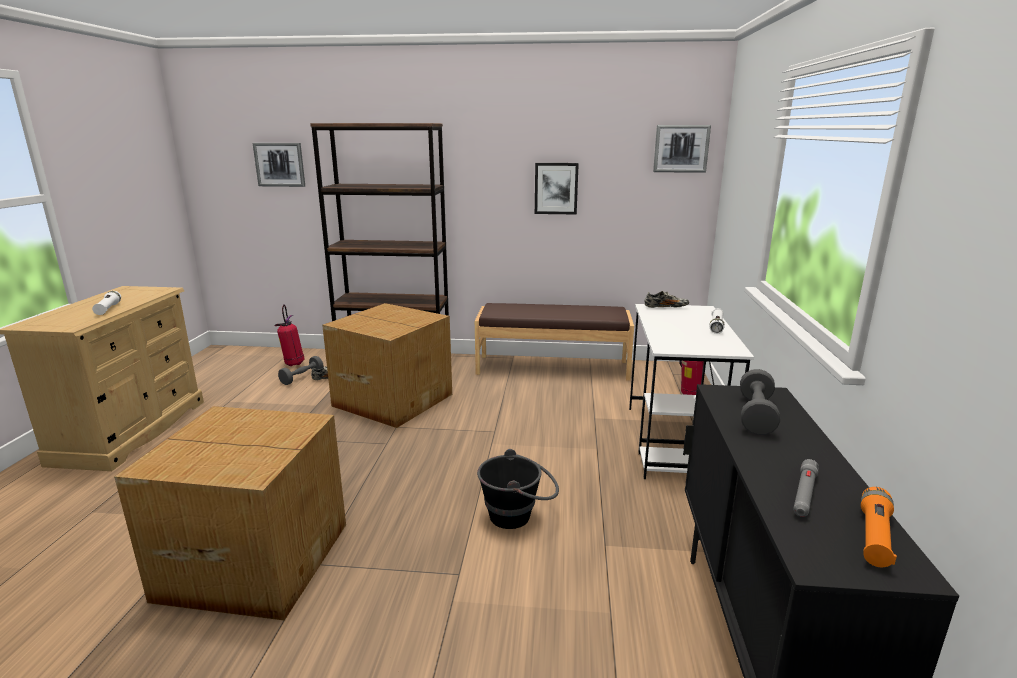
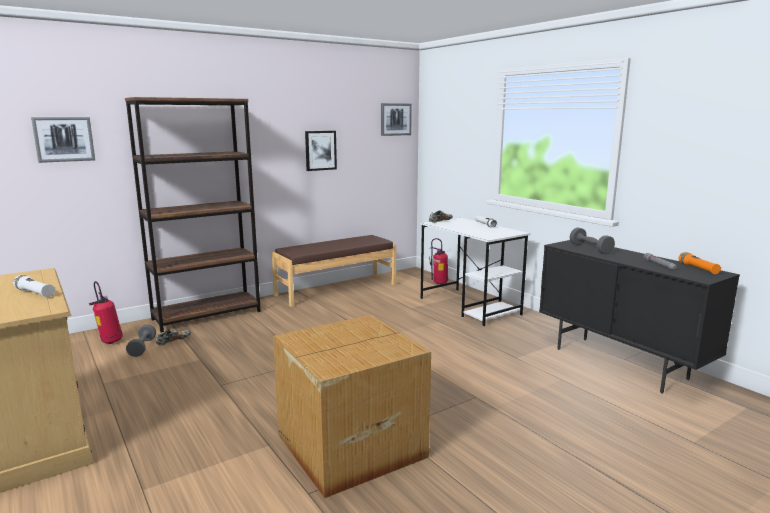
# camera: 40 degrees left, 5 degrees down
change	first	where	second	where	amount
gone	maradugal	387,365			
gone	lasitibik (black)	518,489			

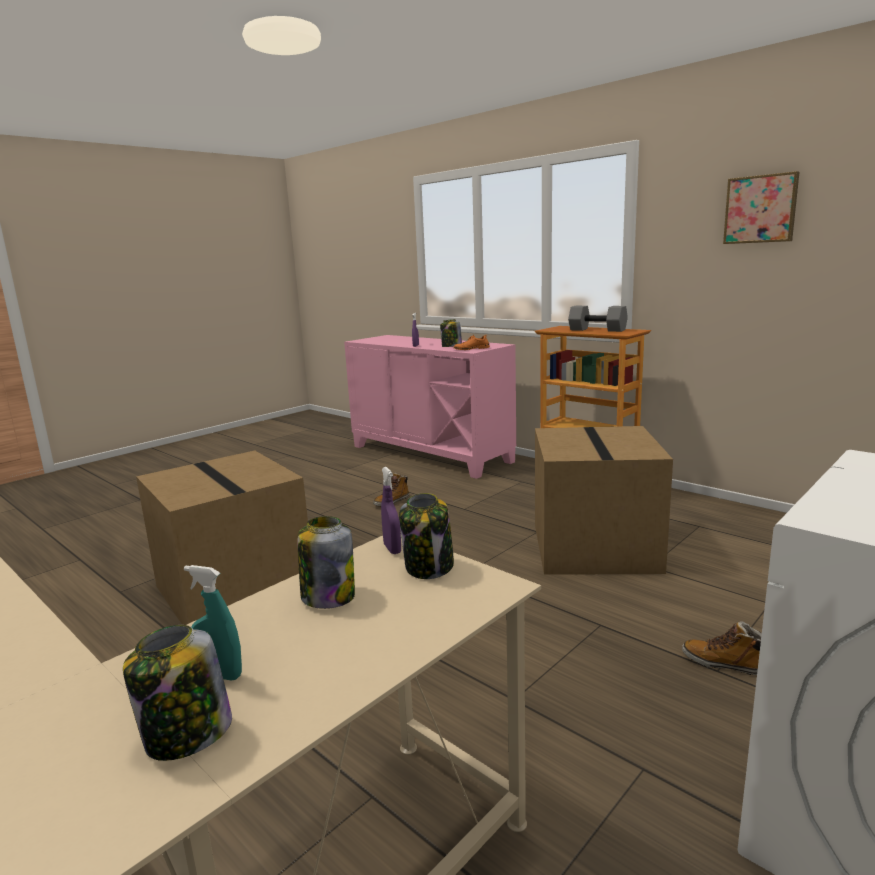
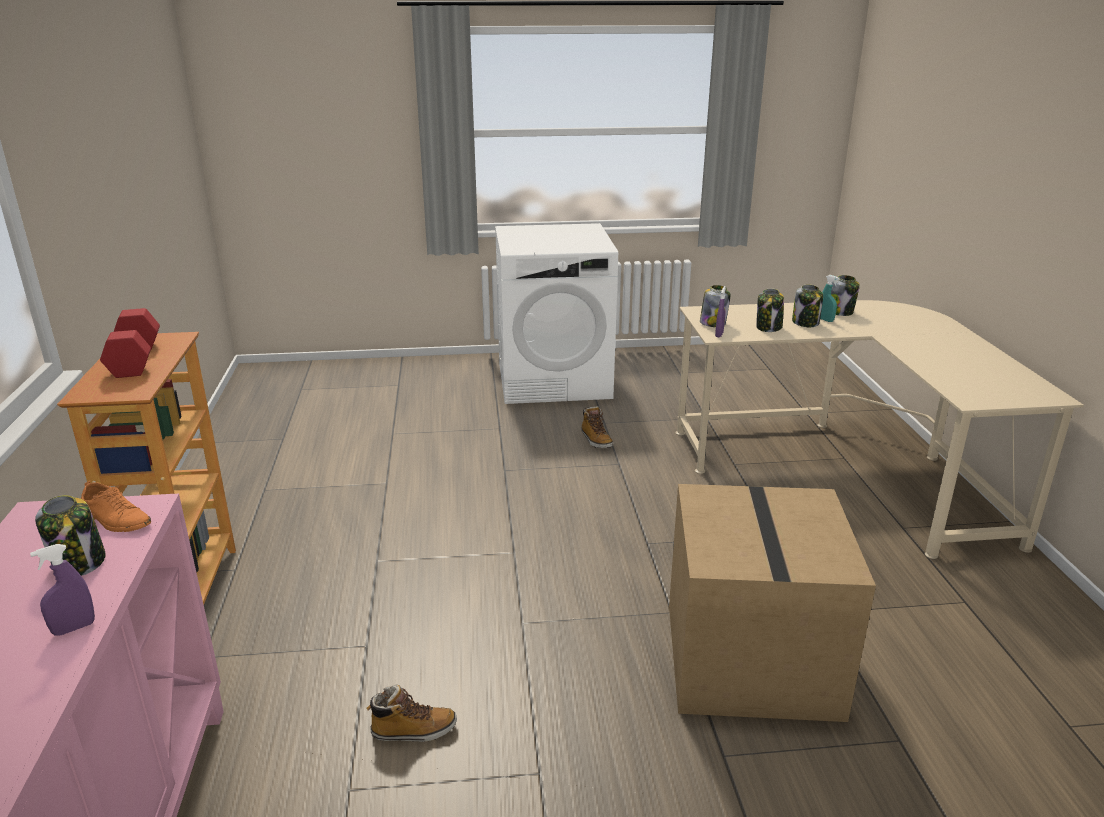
# camera: 140 degrees left, 10 degrees up
change	first	where	second	where	amount
gone	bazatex	761,207			
repainted	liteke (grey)	598,319	liteke (red)	130,343	
gone	maradugal	604,500			
shifted	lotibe	722,648		597,427	
new			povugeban	807,305	

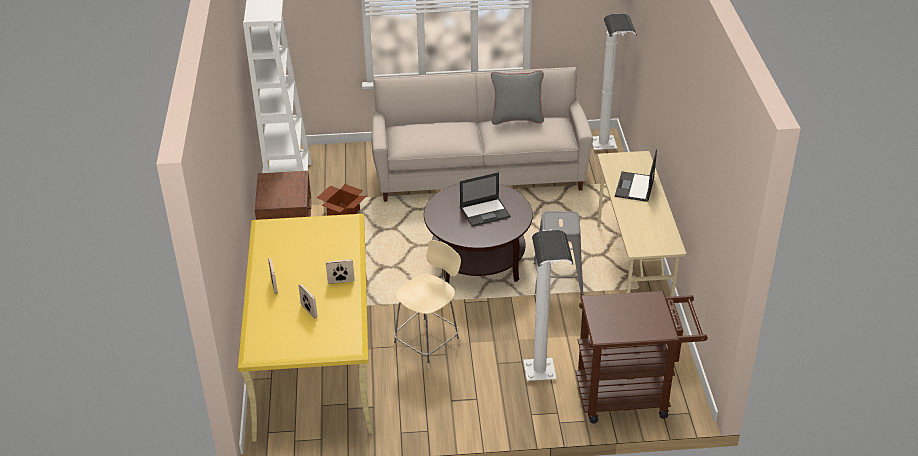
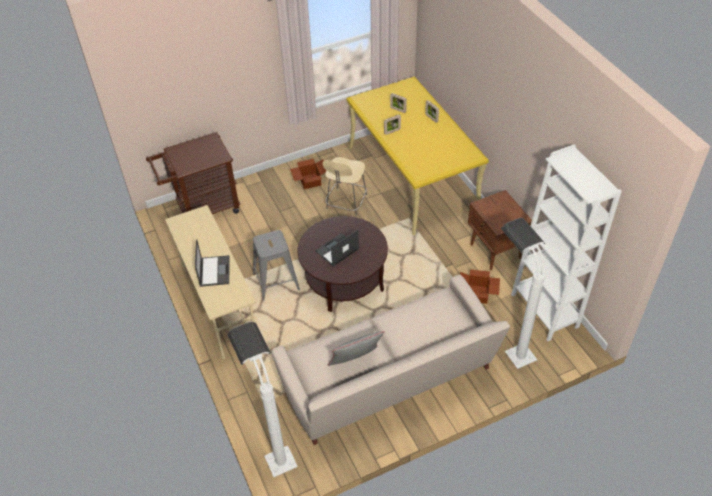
# camera: 160 degrees right, 10 degrees up
change	first	where	second	where	amount
shifted	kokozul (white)	548,305		523,293	
new			maradugal	308,174	

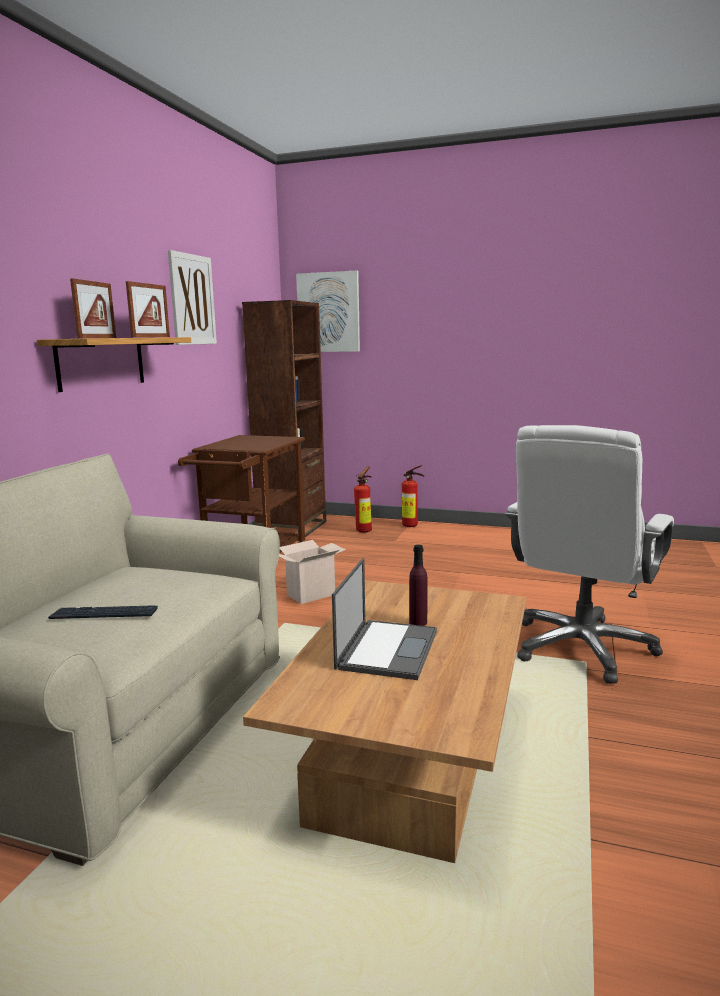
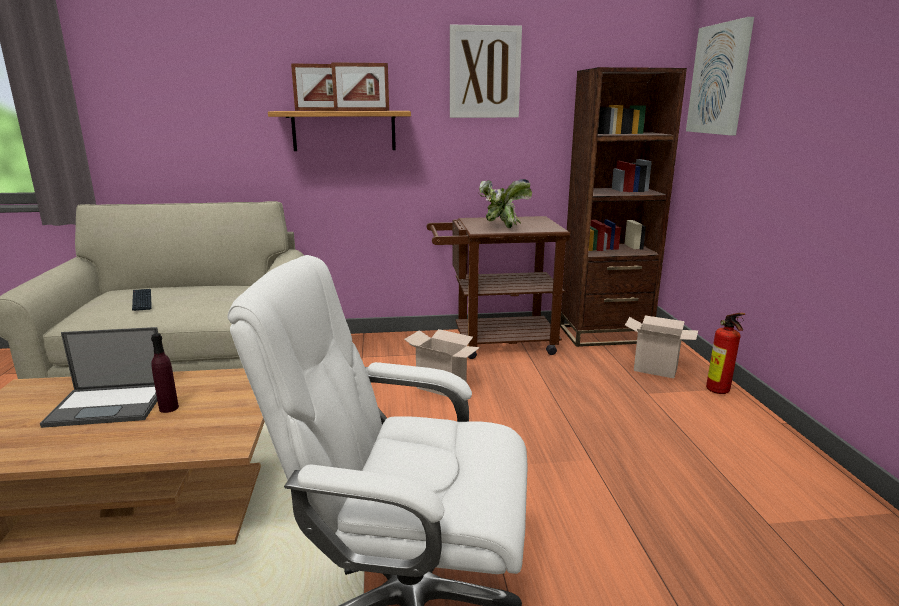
# camera: 65 degrees right, 5 degrees up
change	first	where	second	where	amount
swapped	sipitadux	363,500	maradugal	661,346	
new			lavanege	505,203	

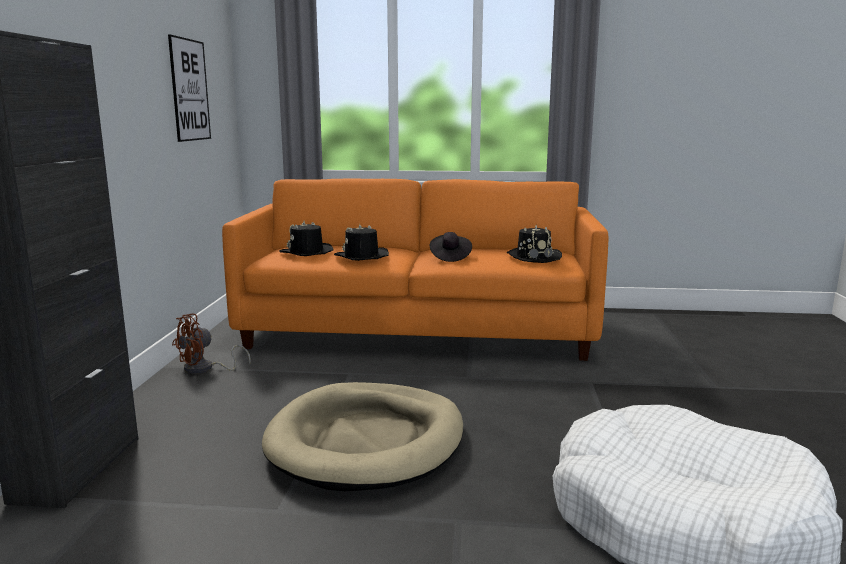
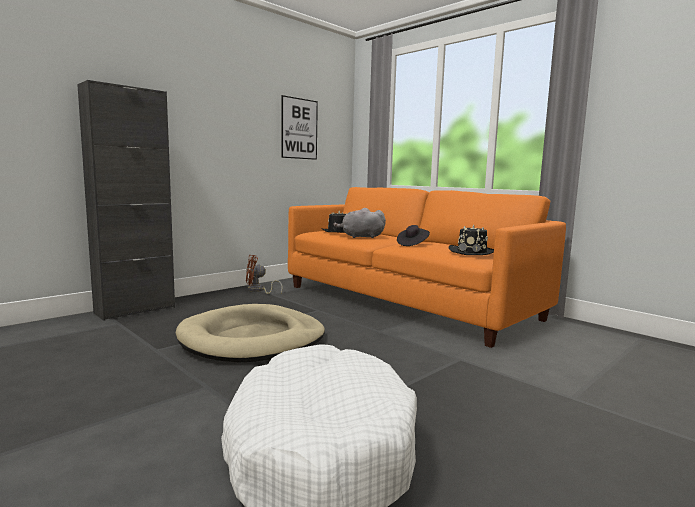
# camera: 40 degrees right, 5 degrees down
change	first	where	second	where	amount
swapped	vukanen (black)	361,242	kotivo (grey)	359,223	

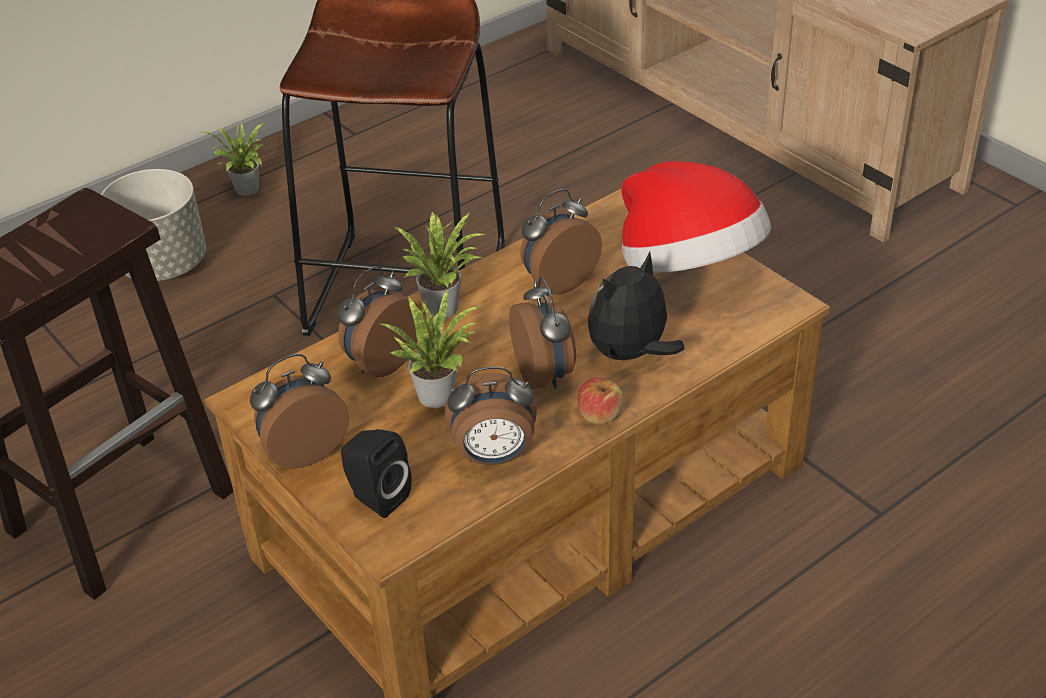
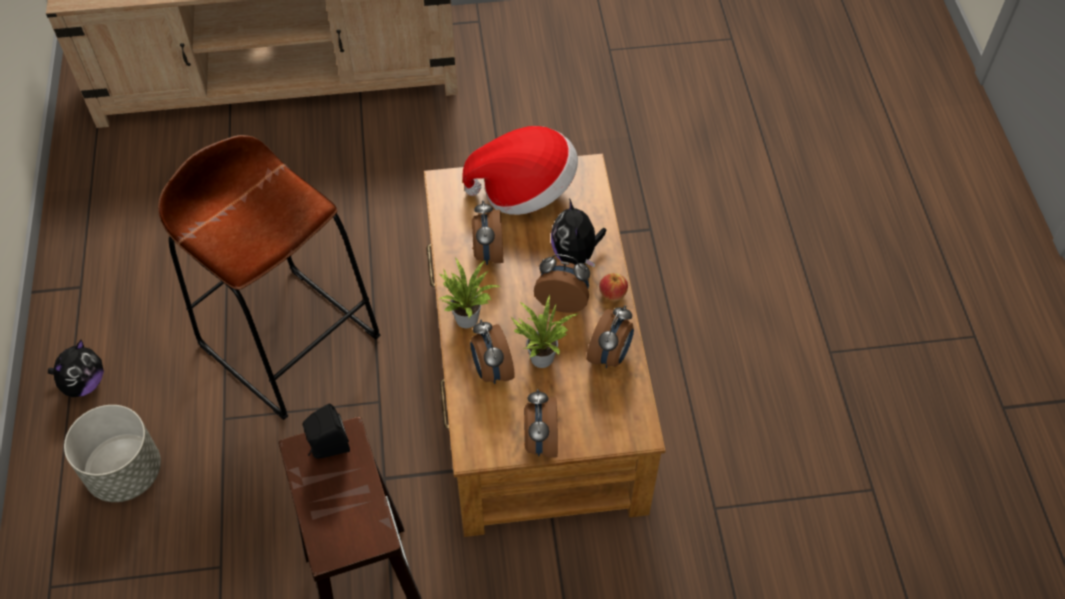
# camera: 60 degrees left, 15 degrees up
change	first	where	second	where	amount
swapped	lavanege	233,159	kotivo	76,368	
shifted	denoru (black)	376,473		326,431	

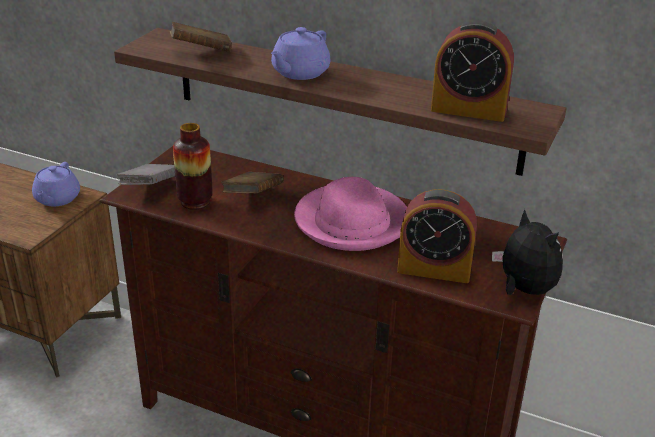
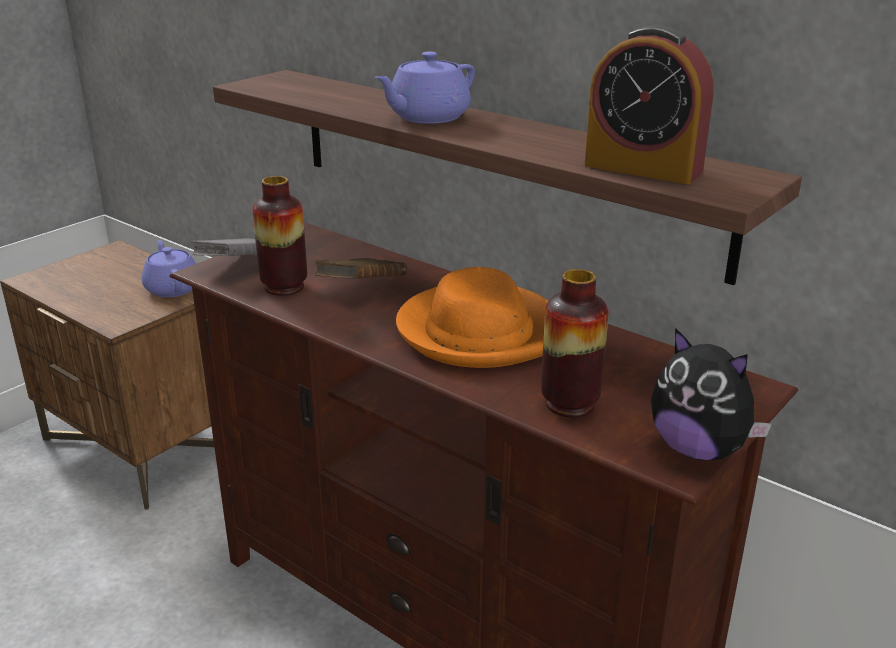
# camera: 15 degrees right, 5 degrees down
change	first	where	second	where	amount
gone	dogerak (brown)	201,37			
rotated	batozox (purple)	56,184		169,268	135 degrees clockwise
repainted	vukanen (pink)	350,214	vukanen (orange)	472,317	
swapped	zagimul	437,236	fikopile	575,343	
rotated	kotivo	527,252		711,394	150 degrees clockwise

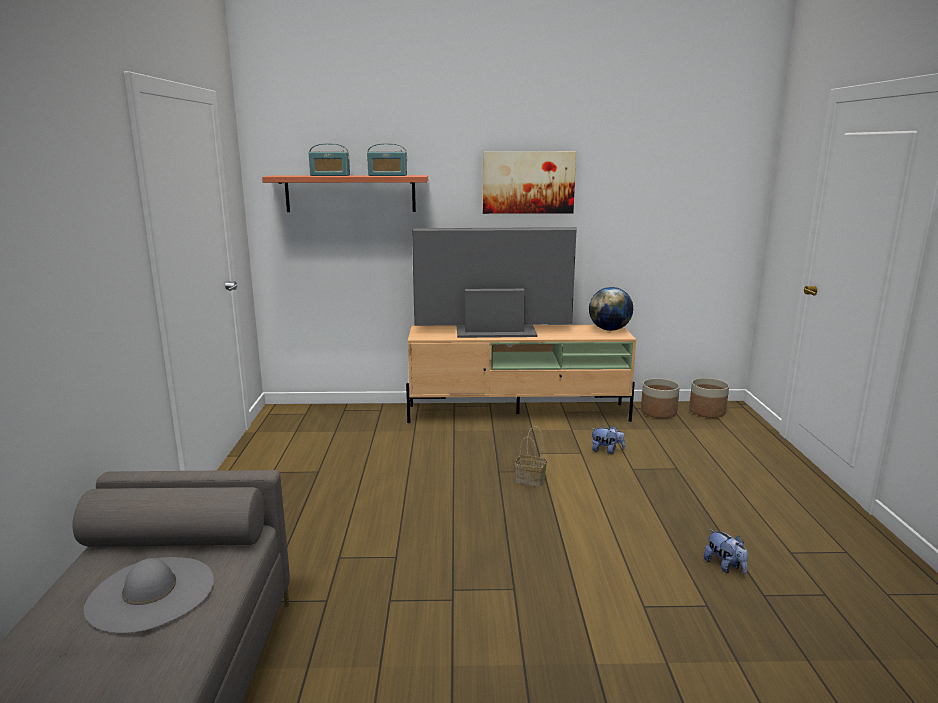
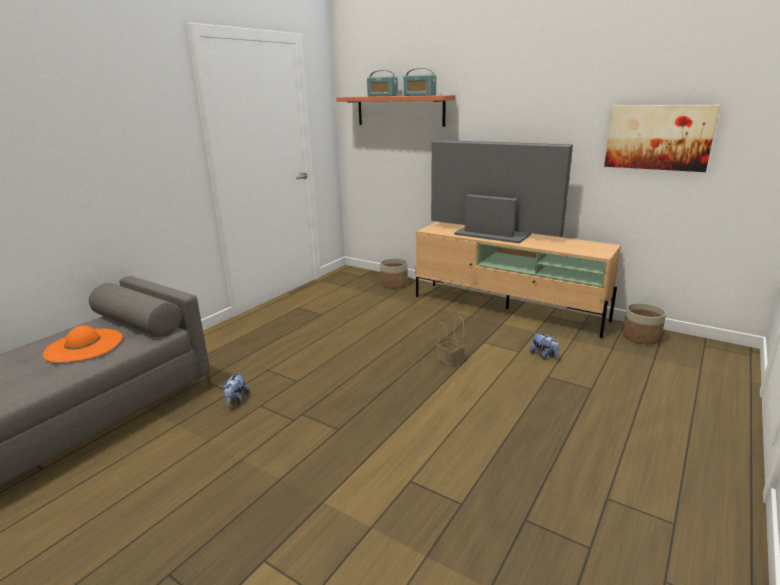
# camera: 35 degrees right, 5 degrees up
change	first	where	second	where	amount
shifted	bazatex	529,182		662,138	
gone	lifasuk	611,309			
shifted	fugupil	709,398		394,273	
shifted	kotivo	726,551		236,390	
repainted	vukanen (grey)	148,595	vukanen (orange)	83,343	

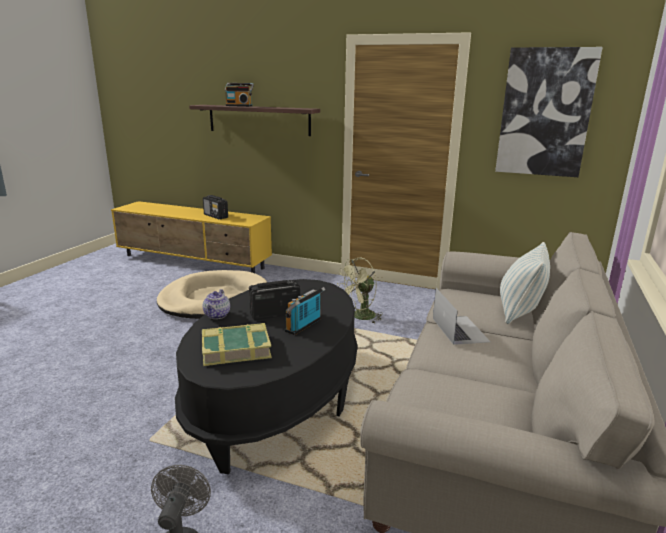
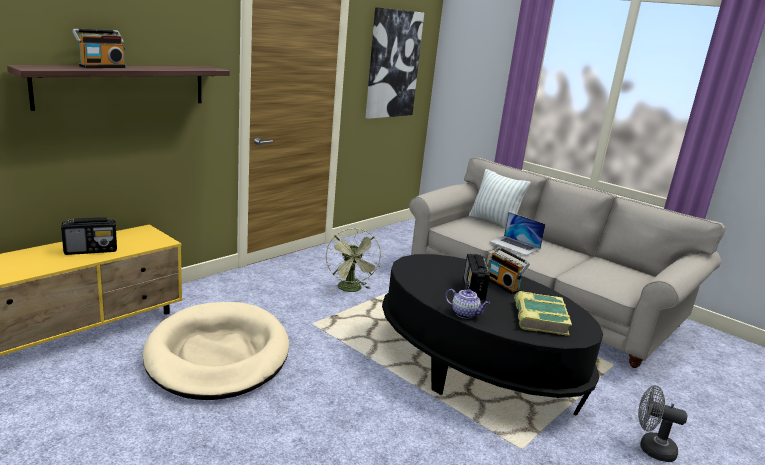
# camera: 70 degrees left, 0 degrees up
change	first	where	second	where	amount
rotated	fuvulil	462,316		517,233	150 degrees counterclockwise

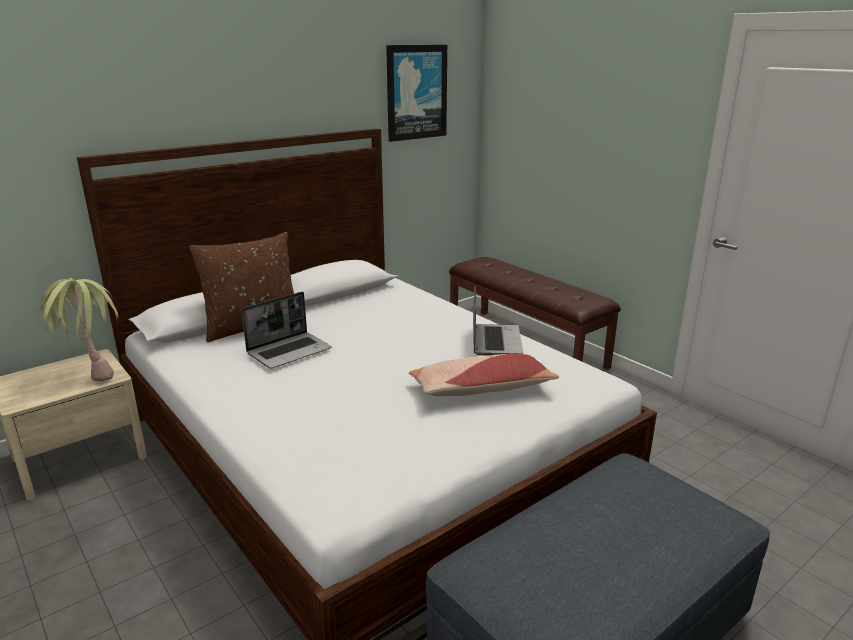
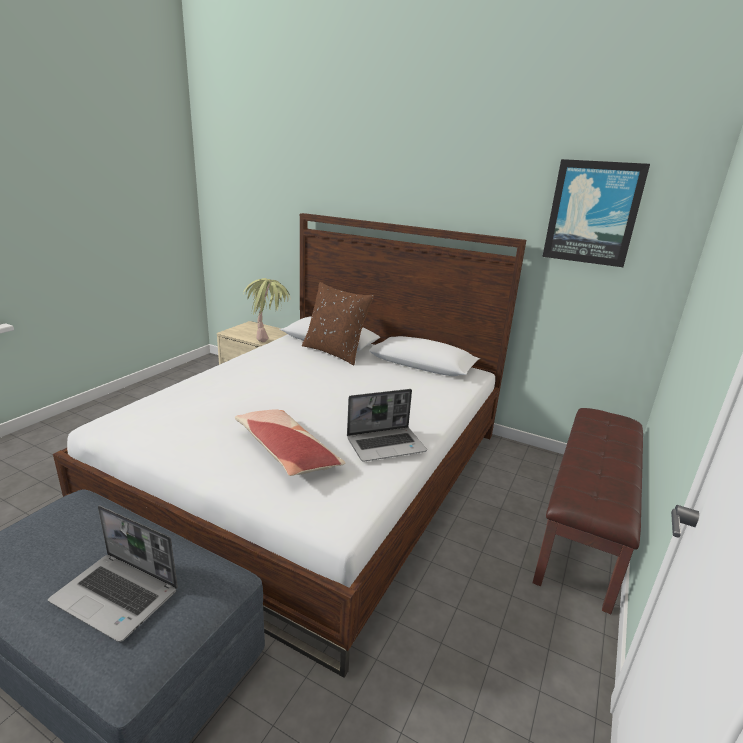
# camera: 65 degrees right, 0 degrees up
change	first	where	second	where	amount
shifted	fuvulil	286,330		113,573	

